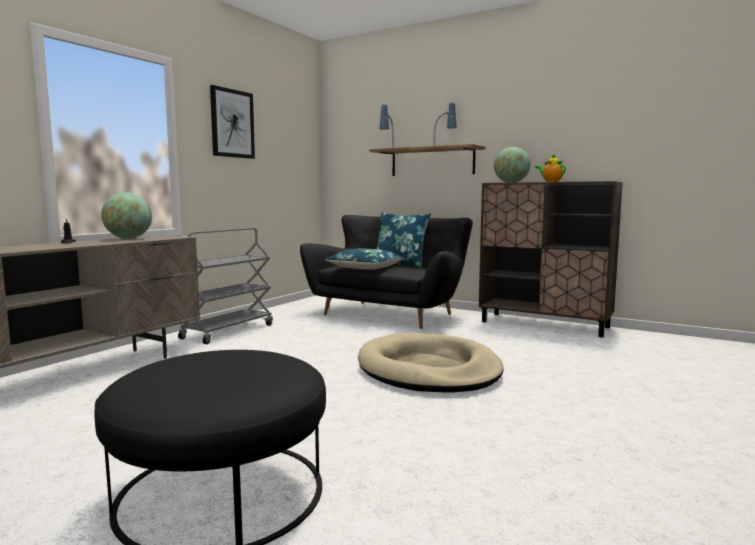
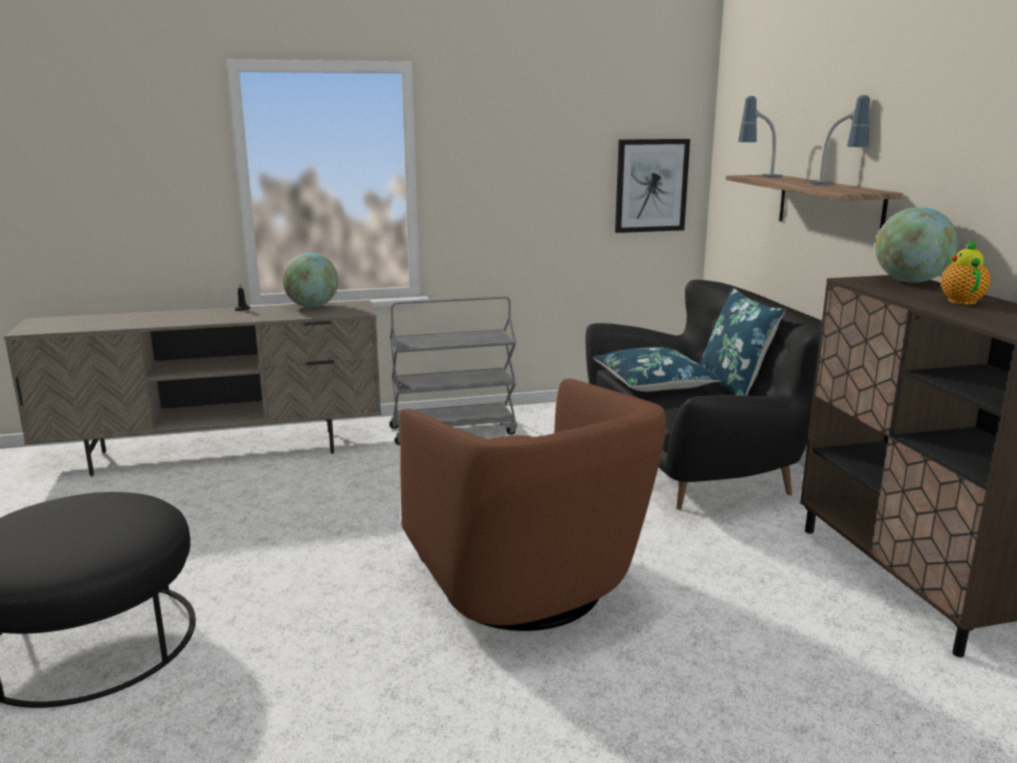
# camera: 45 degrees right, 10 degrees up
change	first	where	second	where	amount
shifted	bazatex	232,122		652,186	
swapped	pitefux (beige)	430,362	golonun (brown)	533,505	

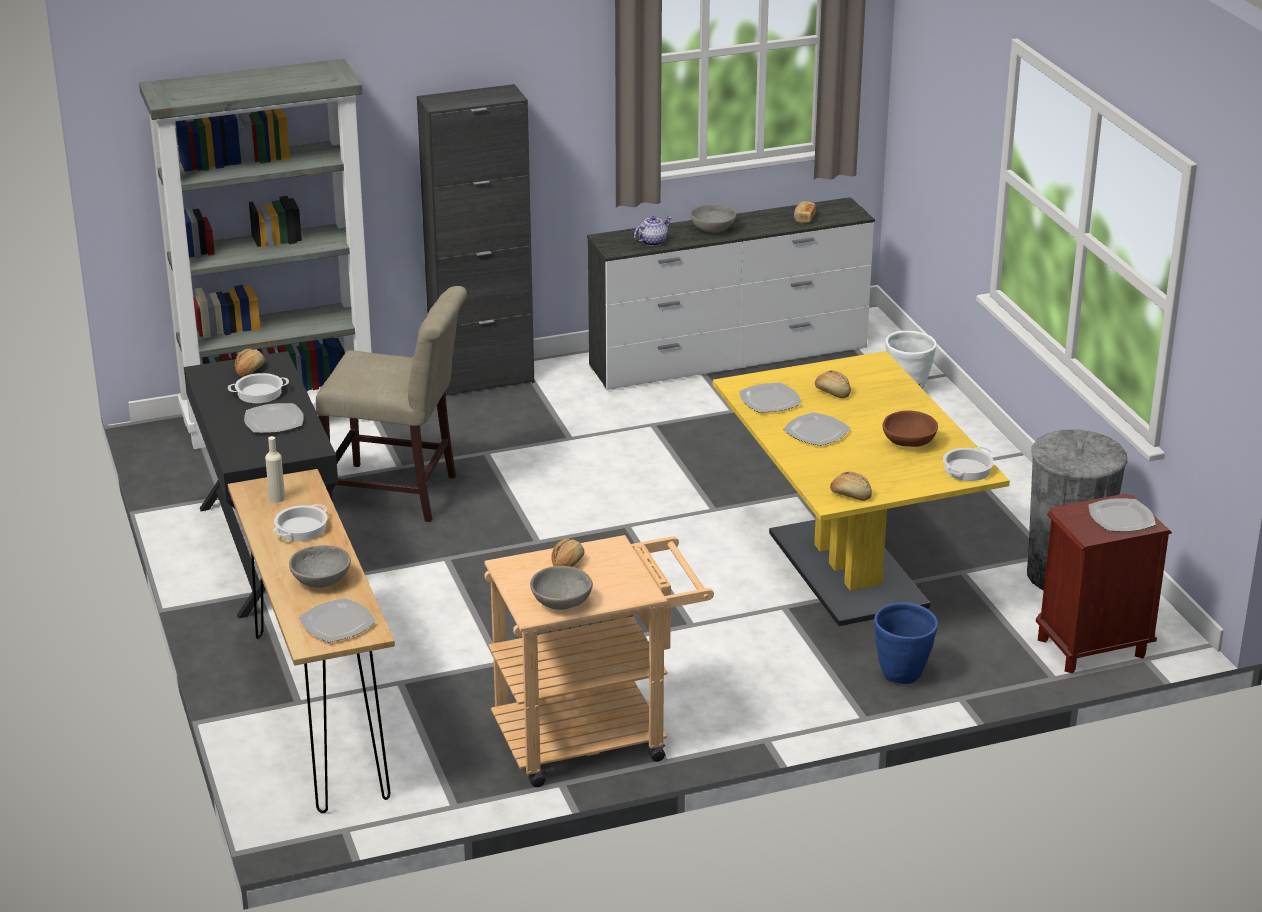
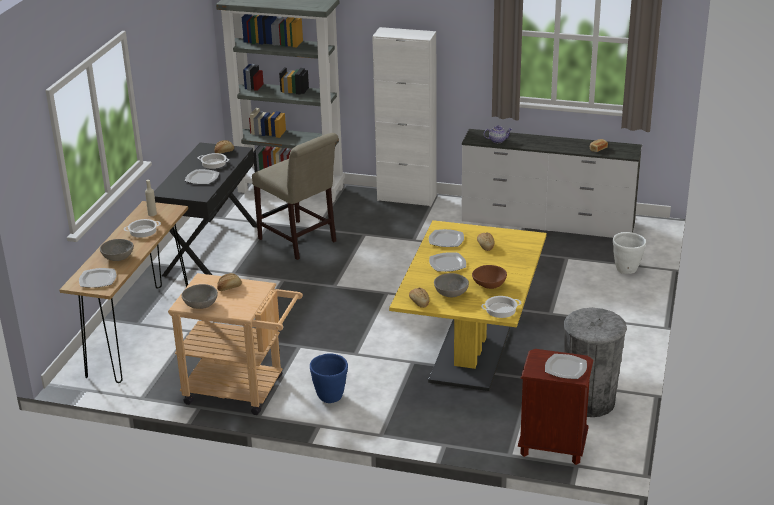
# camera: 35 degrees right, 0 degrees up
change	first	where	second	where	amount
repainted	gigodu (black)	475,240	gigodu (white)	404,117	
shifted	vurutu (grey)	713,218		451,285	
shifted	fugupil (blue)	906,643		329,378	

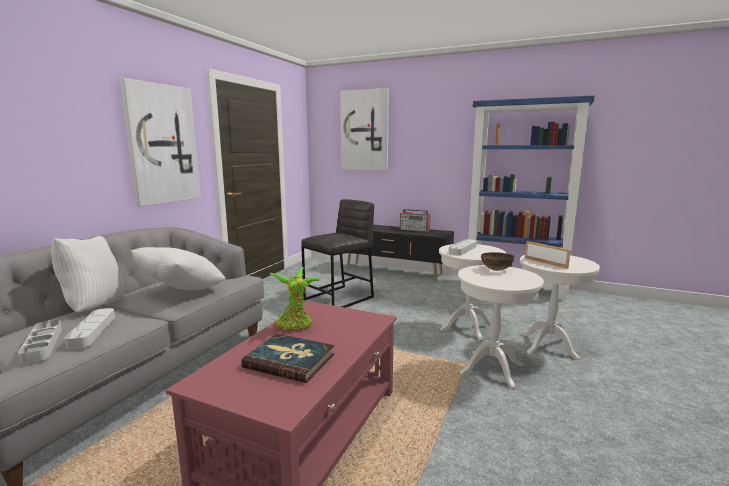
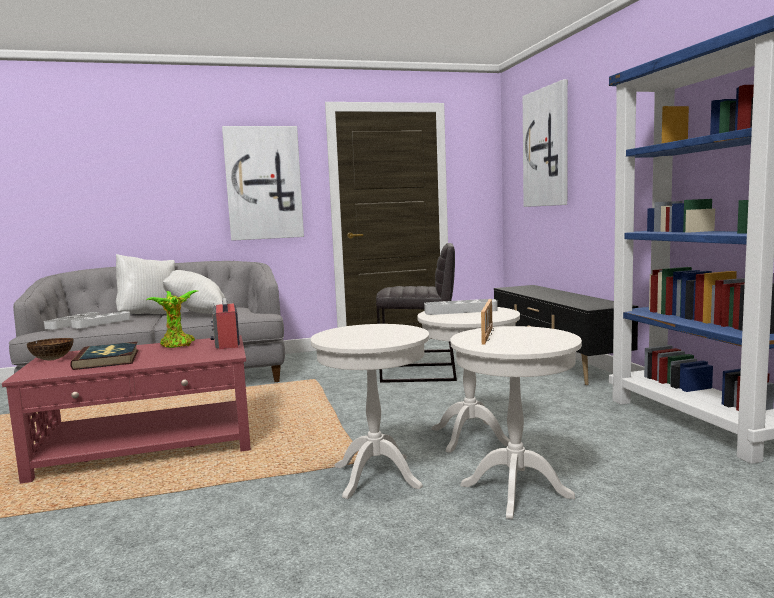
# camera: 50 degrees right, 5 degrees down
change	first	where	second	where	amount
shifted	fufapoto	415,220		225,323	
shifted	vurutu	497,261		50,349	

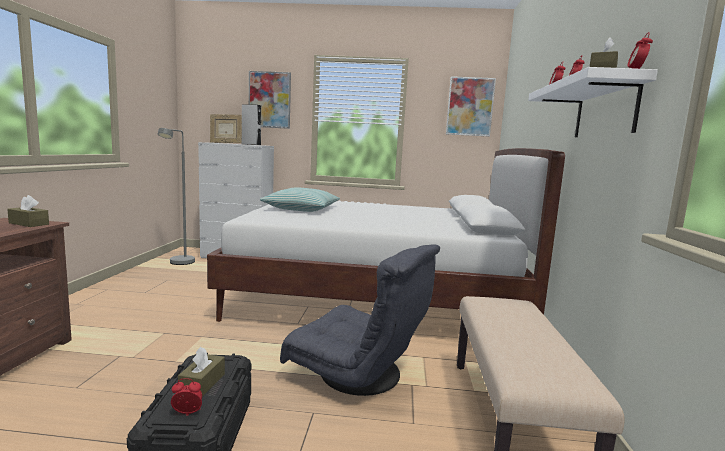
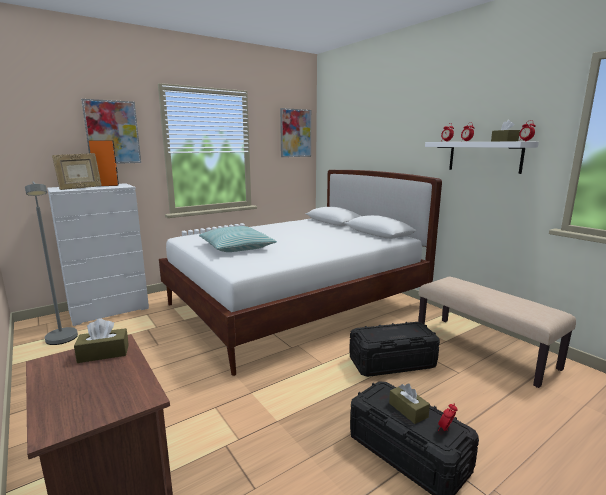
# camera: 40 degrees left, 5 degrees up
change	first	where	second	where	amount
repainted	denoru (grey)	251,124	denoru (orange)	104,163	
swapped	golonun (grey)	360,320	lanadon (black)	394,349	

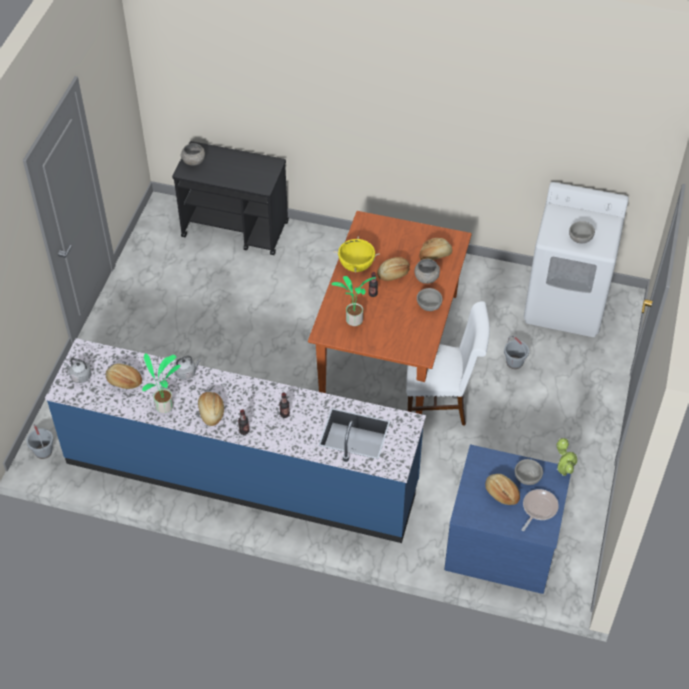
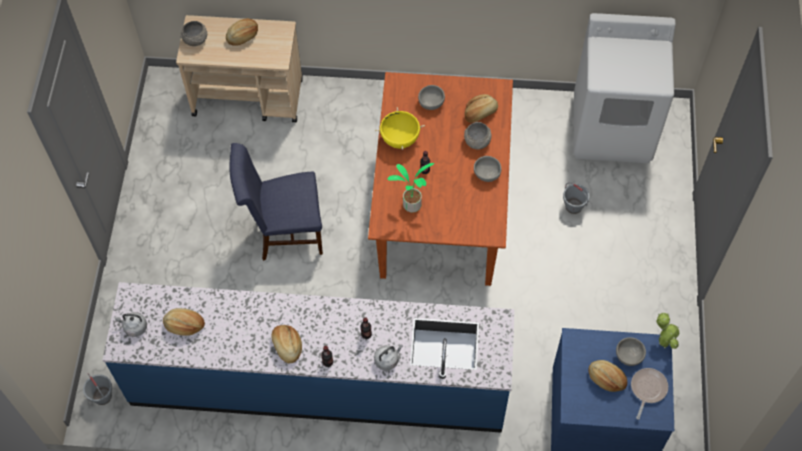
# camera: 10 degrees left, 10 degrees up
change	first	where	second	where	amount
repainted	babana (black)	230,198	babana (beige)	239,68	
shifted	vurutu (grey)	582,232		431,97	
shifted	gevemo	393,269		242,32	
gone	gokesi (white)	448,363			
gone	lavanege	161,383			
shifted	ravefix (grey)	187,368		388,358	
new			gokesi (blue)	276,202	

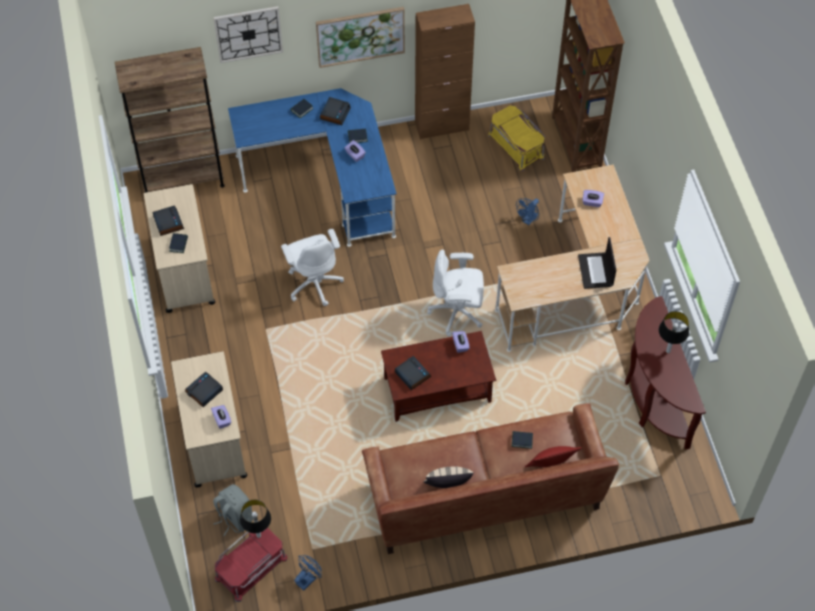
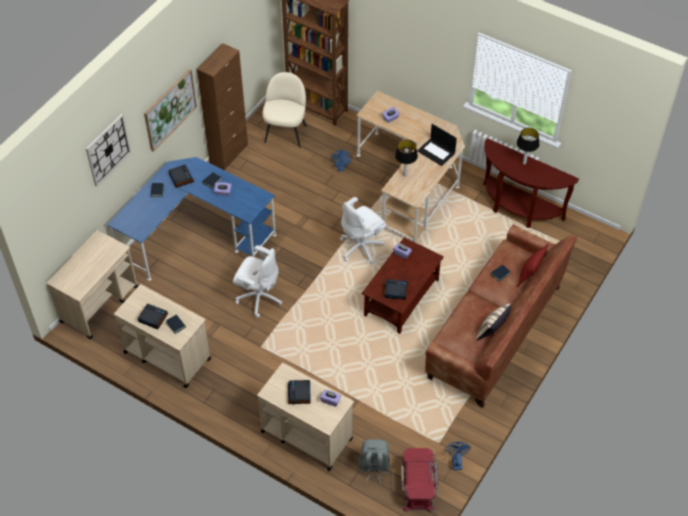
# camera: 45 degrees left, 5 degrees down
change	first	where	second	where	amount
swapped	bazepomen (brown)	170,120	babana (beige)	92,284	
swapped	lanadon (yellow)	516,138	gokesi (beige)	284,110	
shifted	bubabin	255,519		406,158	

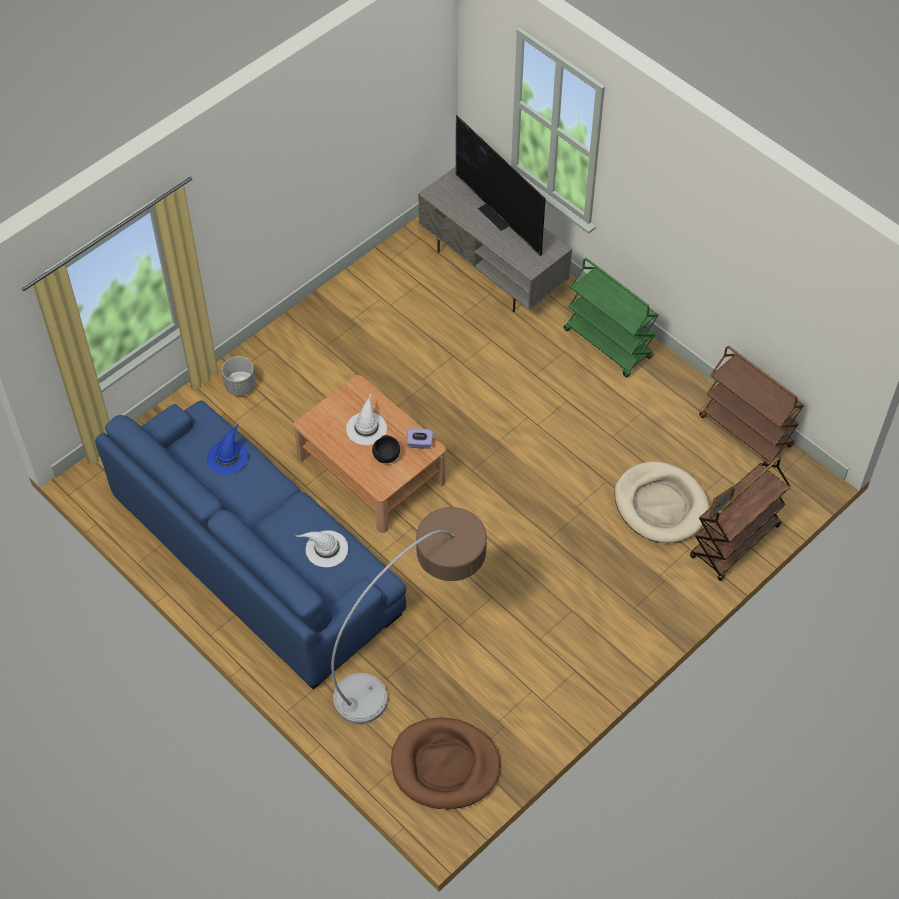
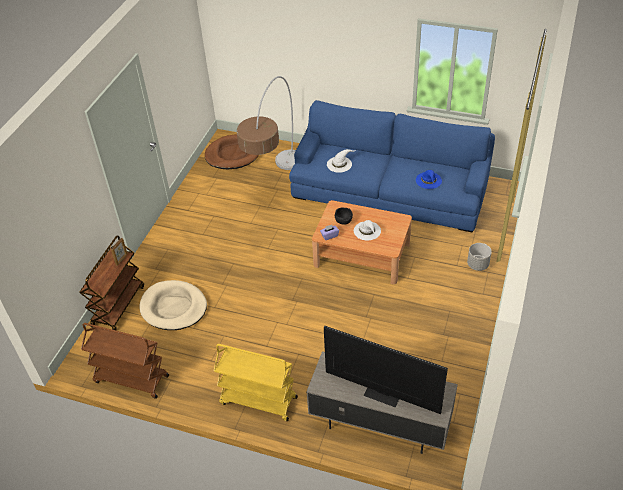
# camera: 155 degrees right, 10 degrees down
change	first	where	second	where	amount
repainted	babana (green)	611,317	babana (yellow)	256,382	

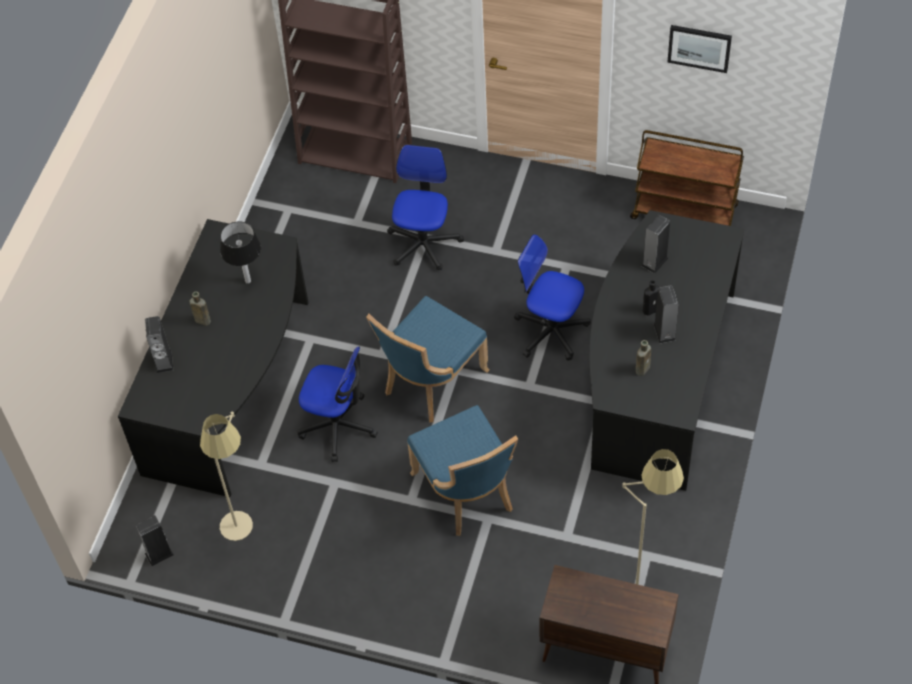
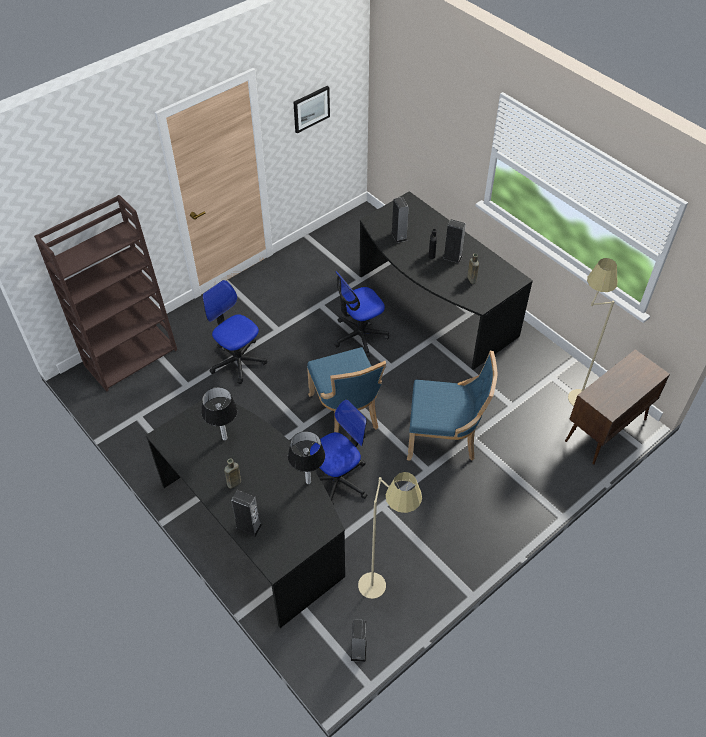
# camera: 60 degrees left, 5 degrees down
change	first	where	second	where	amount
gone	babana (brown)	687,178			
new			bubabin	306,457	

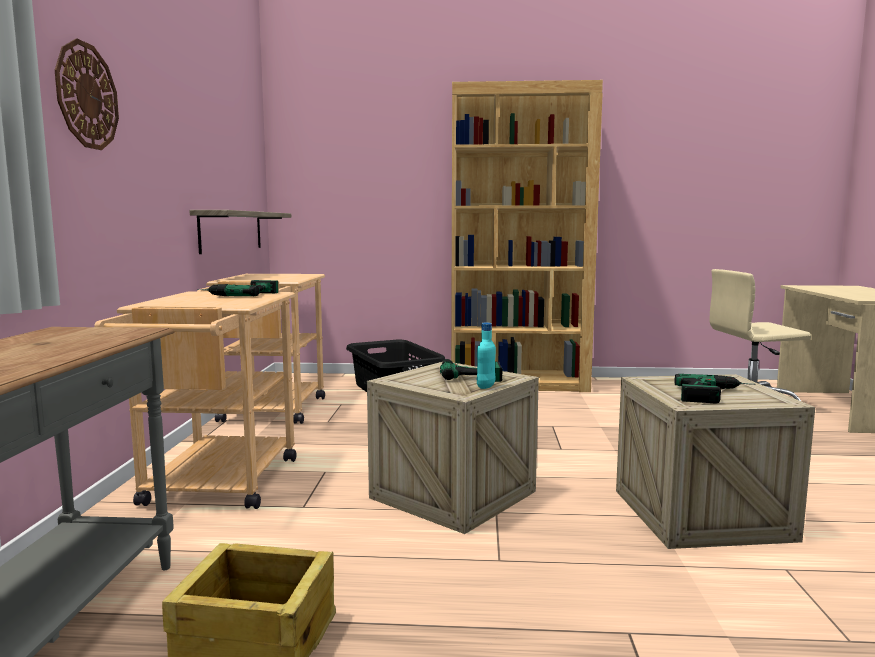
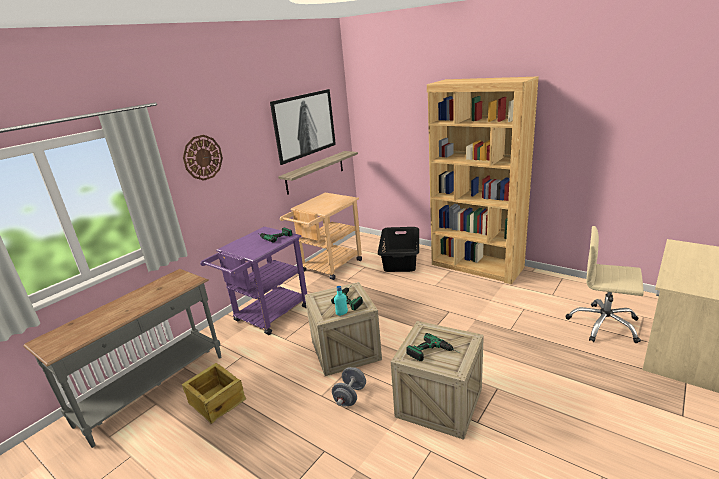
# camera: 35 degrees right, 15 degrees up
change	first	where	second	where	amount
repainted	babana (beige)	195,400	babana (purple)	253,280	
new			bazatex	303,127	
new			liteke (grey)	349,387	

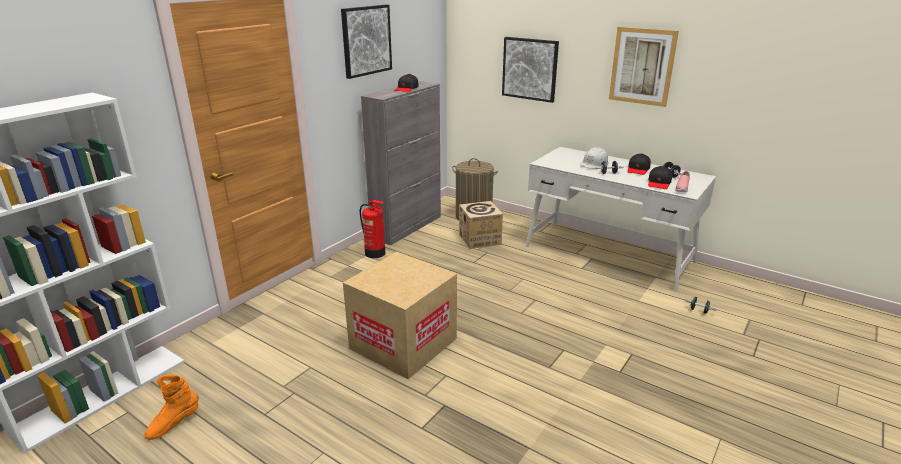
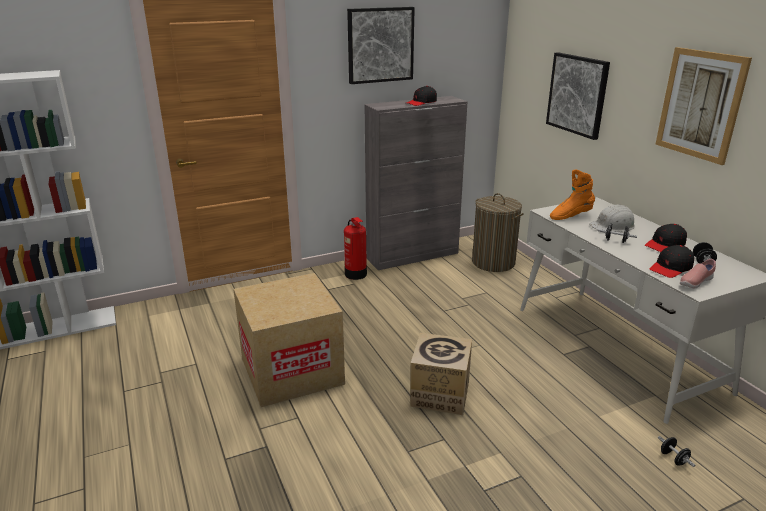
# camera: 30 degrees right, 0 degrees up
change	first	where	second	where	amount
shifted	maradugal	481,225		441,374	
shifted	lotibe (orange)	171,407		572,194	

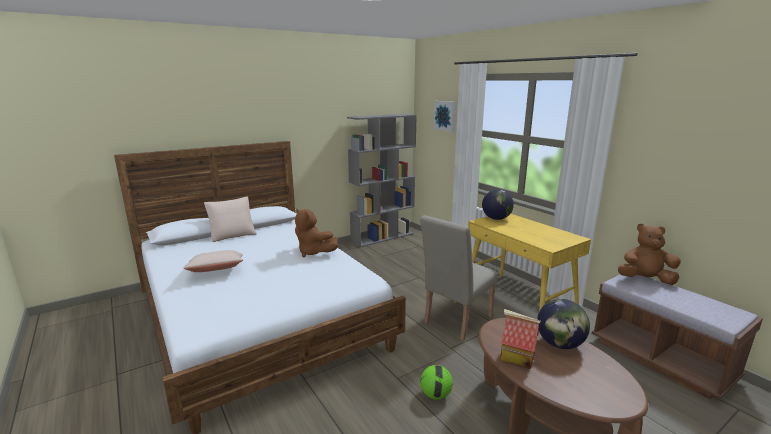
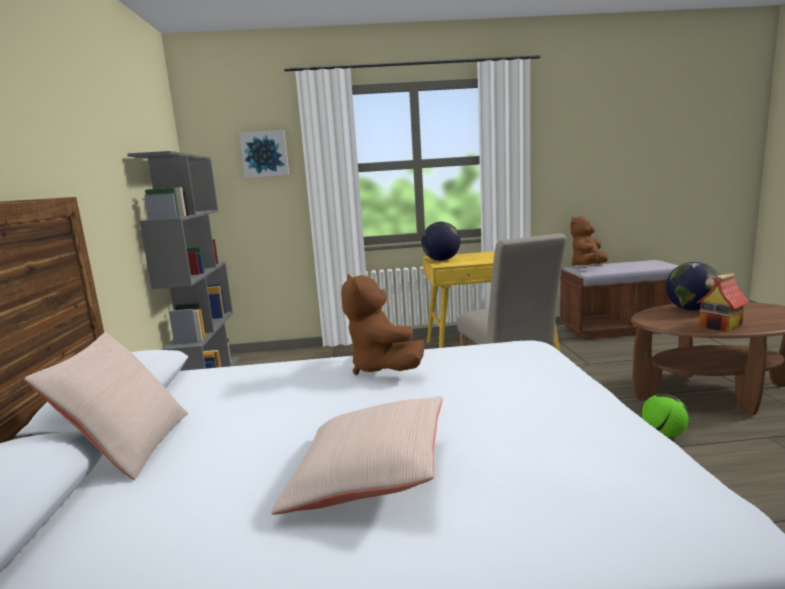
# camera: 60 degrees left, 5 degrees down
change	first	where	second	where	amount
rotated	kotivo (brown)	316,233		383,324	90 degrees clockwise

